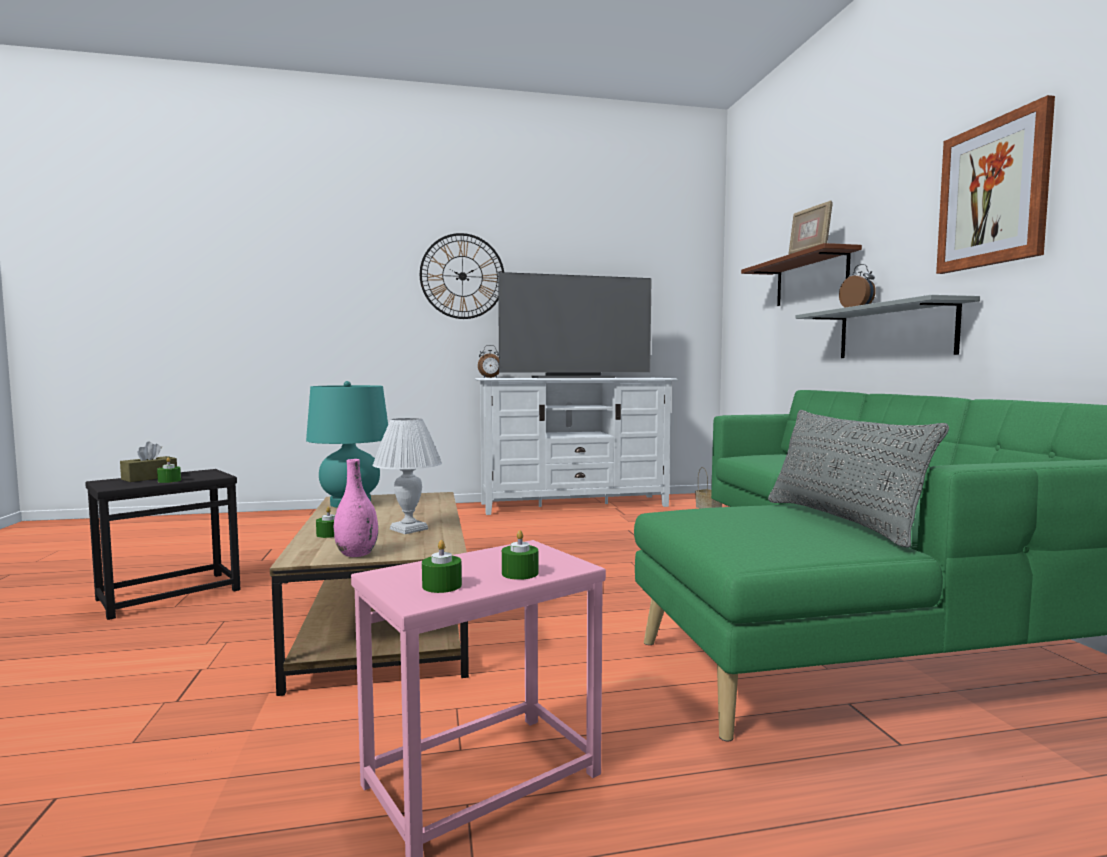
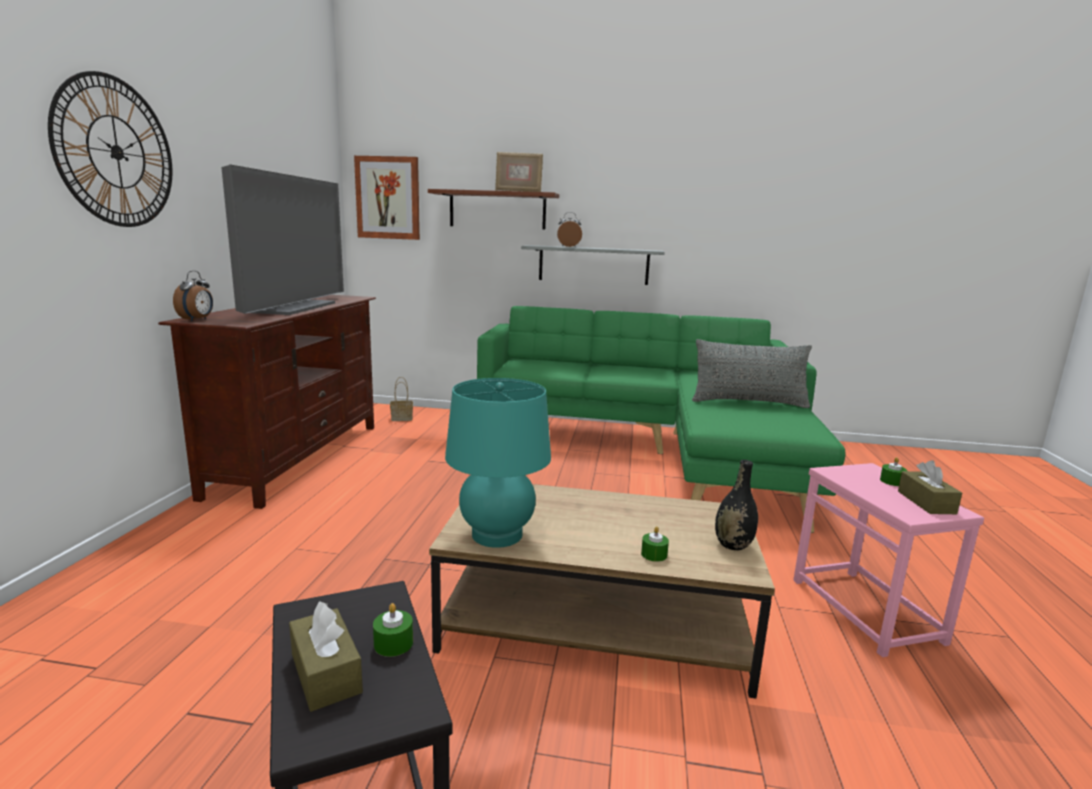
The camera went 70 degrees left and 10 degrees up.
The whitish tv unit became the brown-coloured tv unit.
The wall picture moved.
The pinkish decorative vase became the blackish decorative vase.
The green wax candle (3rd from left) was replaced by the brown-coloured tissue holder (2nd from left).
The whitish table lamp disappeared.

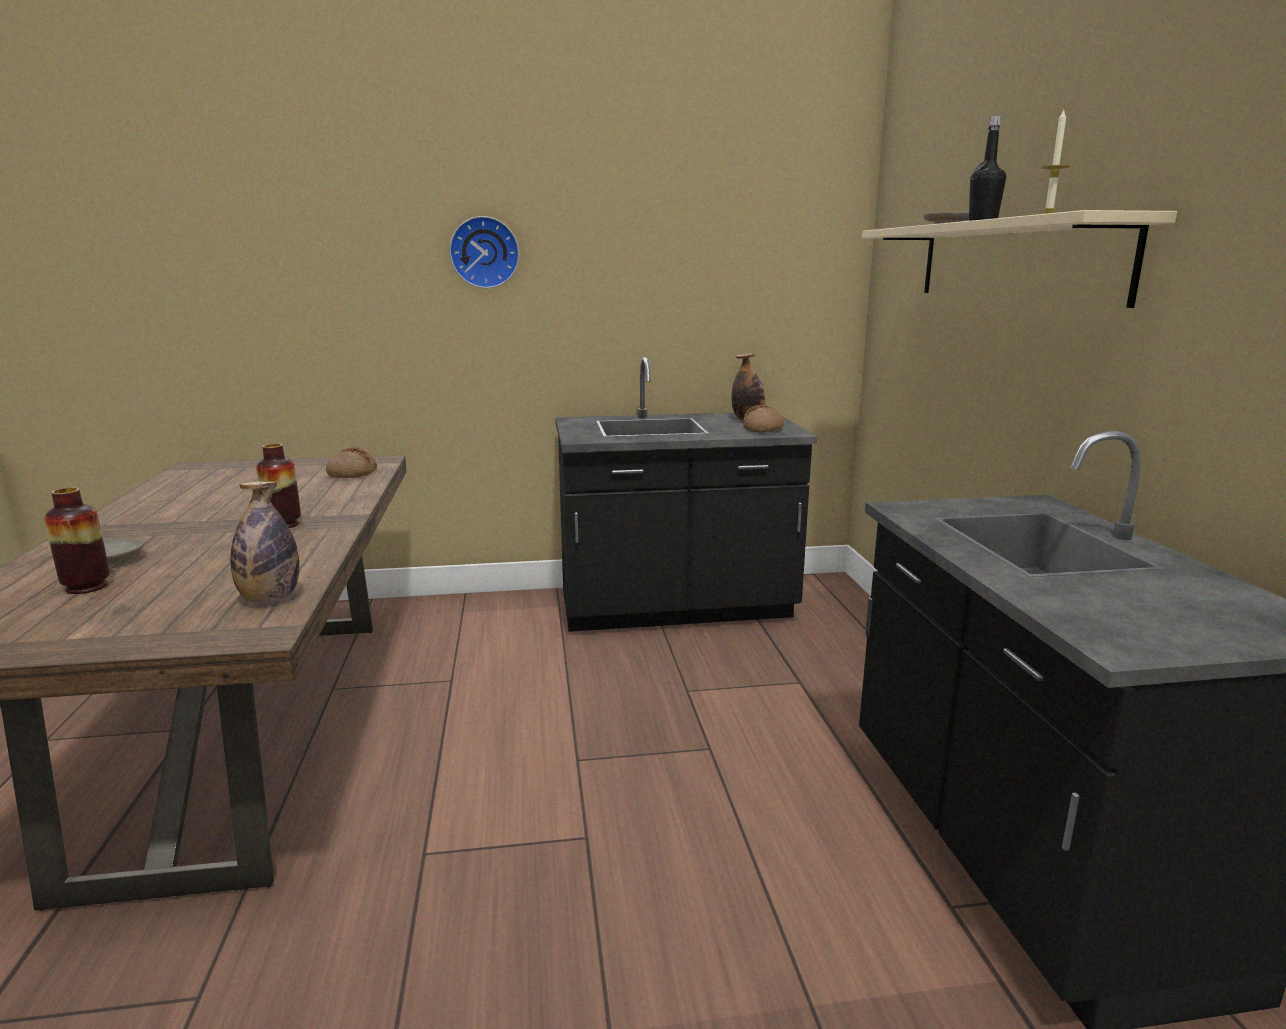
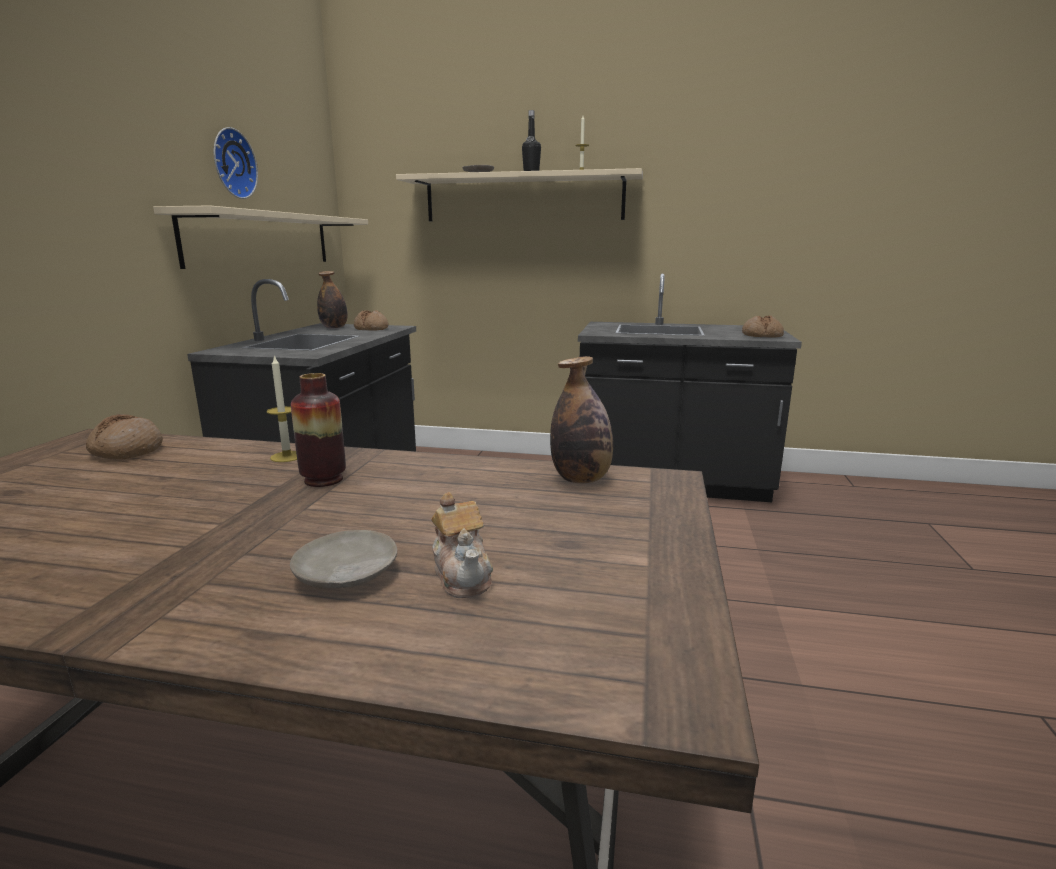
The camera went 70 degrees left and 0 degrees up.
The beige-coloured wall shelf (1st from left) appeared.
The hanging clock moved.
The wax candle (1st from left) appeared.
The decorative vase (1st from left) was replaced by the pot for tea.
The bakery bread (3rd from left) appeared.

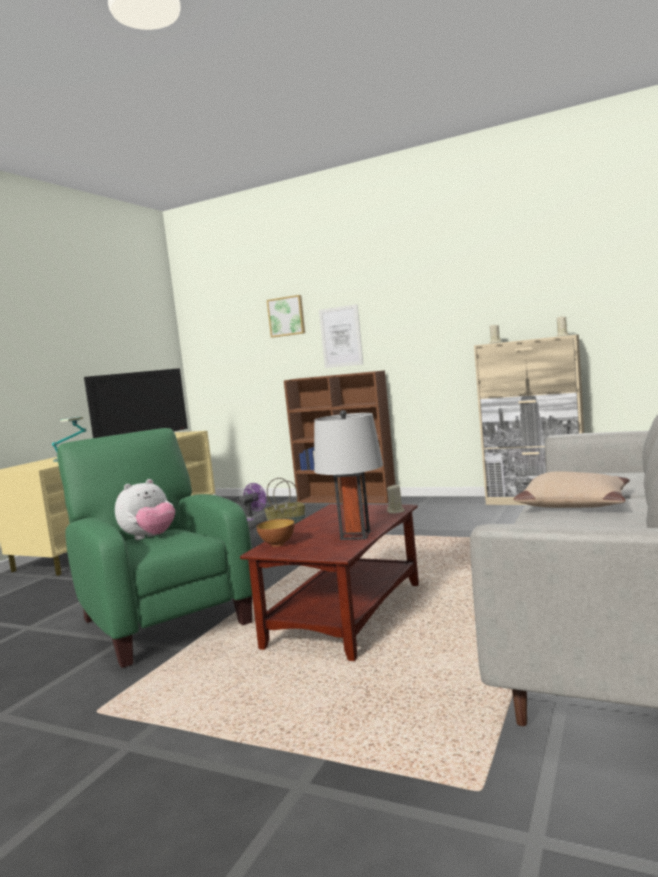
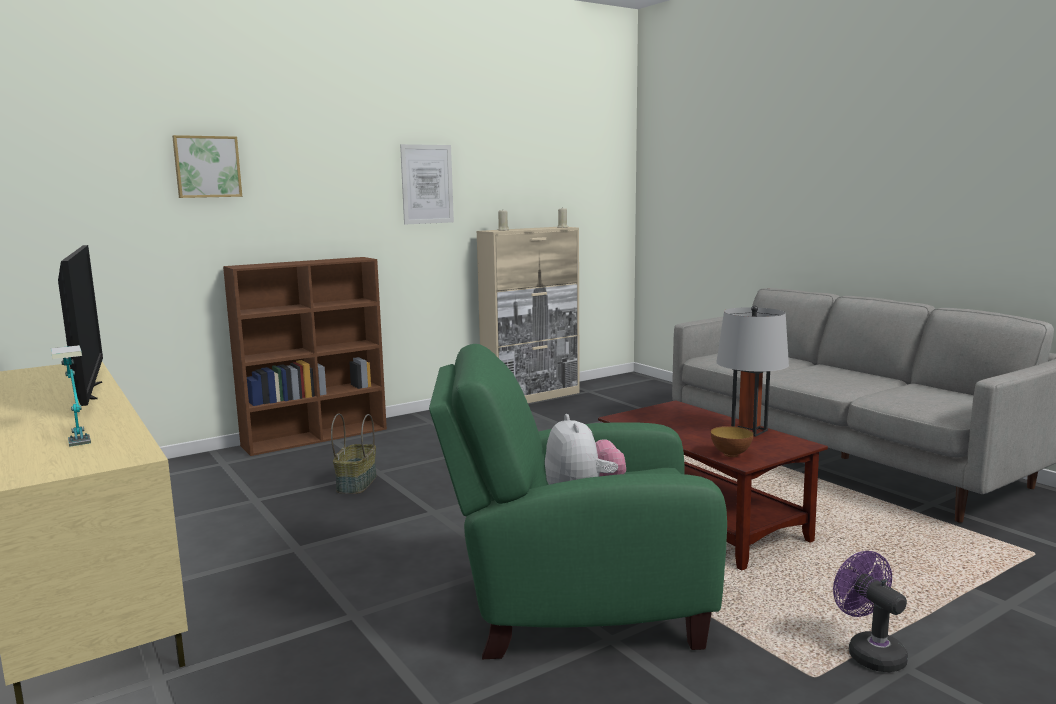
The camera went 60 degrees left and 5 degrees up.
The wall picture (2nd from left) moved.
The purple-coloured cooling fan moved.
The beige-coloured wax candle (1st from left) disappeared.
The beige-coloured pillow disappeared.

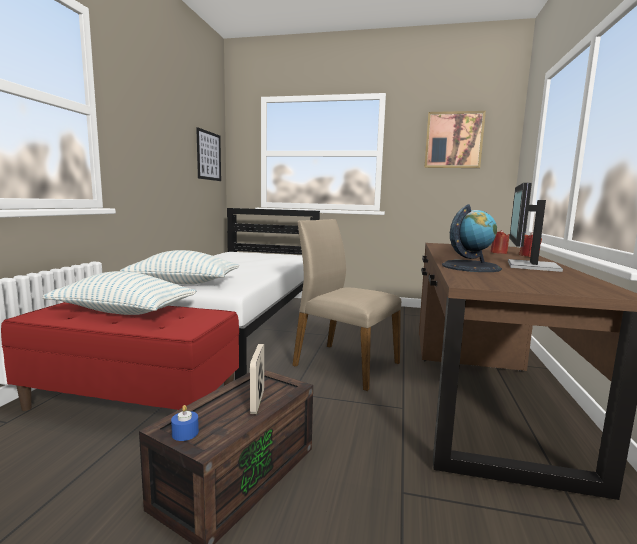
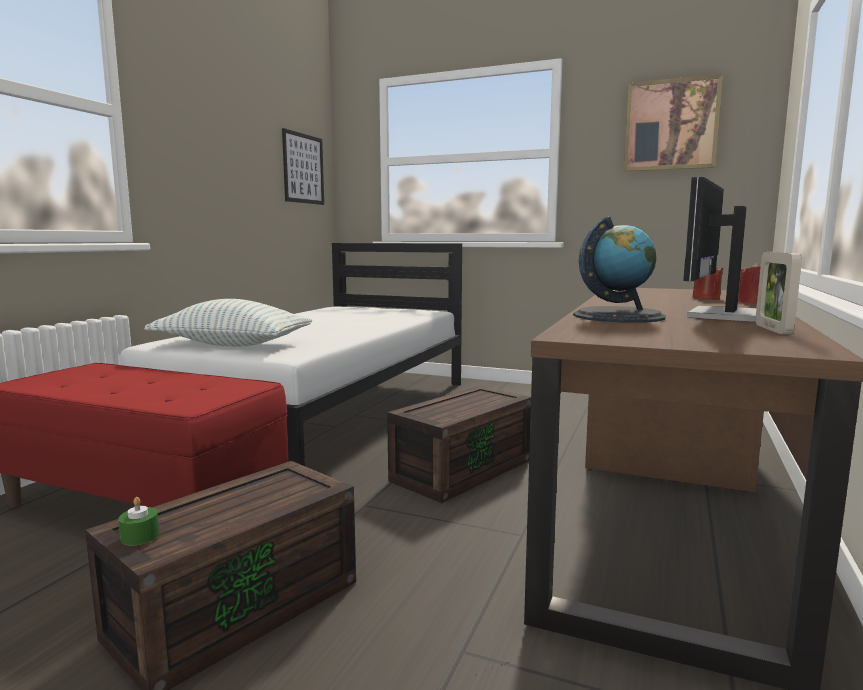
The camera went 10 degrees right and 0 degrees up.
The blue-coloured wax candle became the green wax candle.
The beige-coloured chair was replaced by the brown-coloured storage container (2nd from left).
The standing frame moved.
The pillow (1st from left) disappeared.

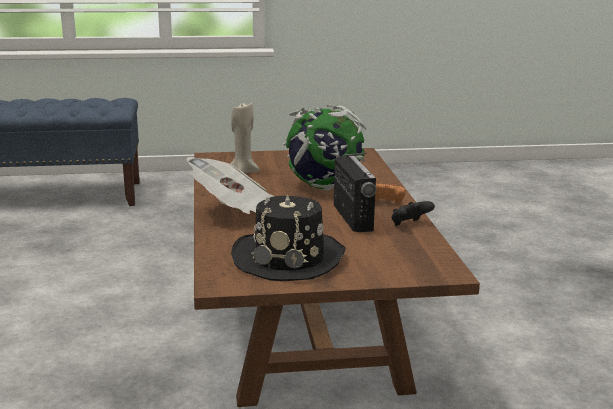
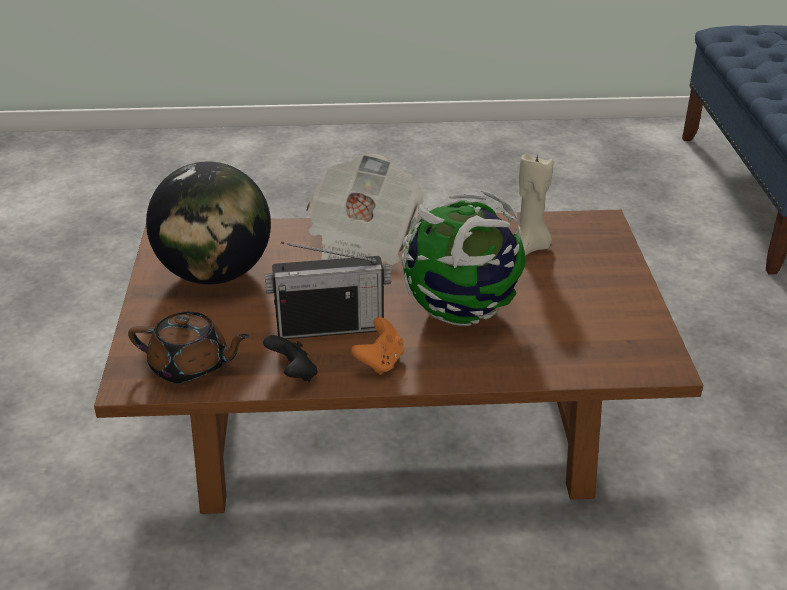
The camera went 95 degrees right and 15 degrees up.
The brown-coloured pot for tea appeared.
The blackish clothing hat was replaced by the globe (1st from left).

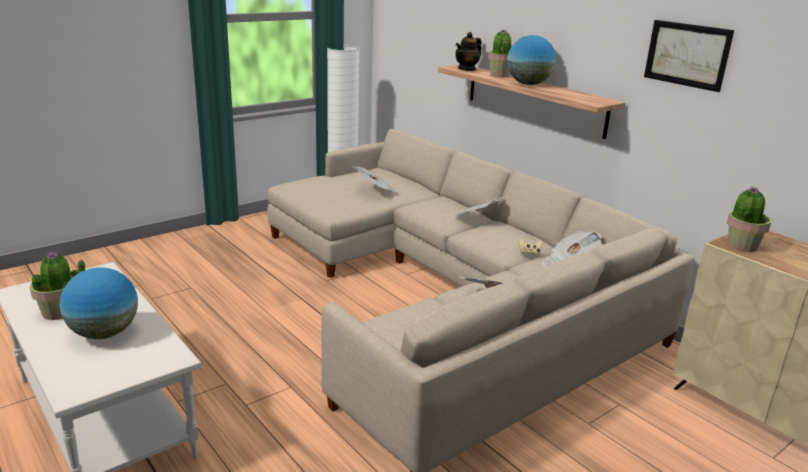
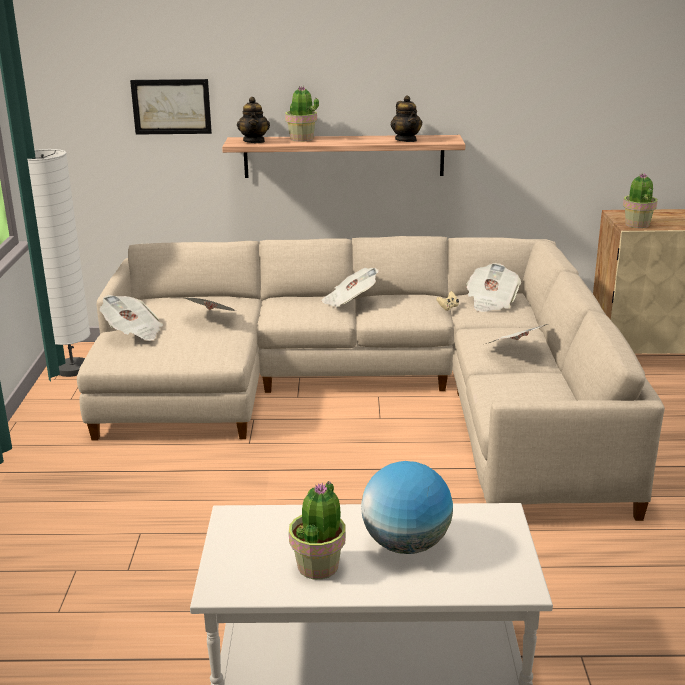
The camera went 50 degrees left and 0 degrees up.
The printed paper (1st from left) appeared.
The wall picture moved.
The pot for tea (2nd from left) appeared.
The globe (2nd from left) disappeared.

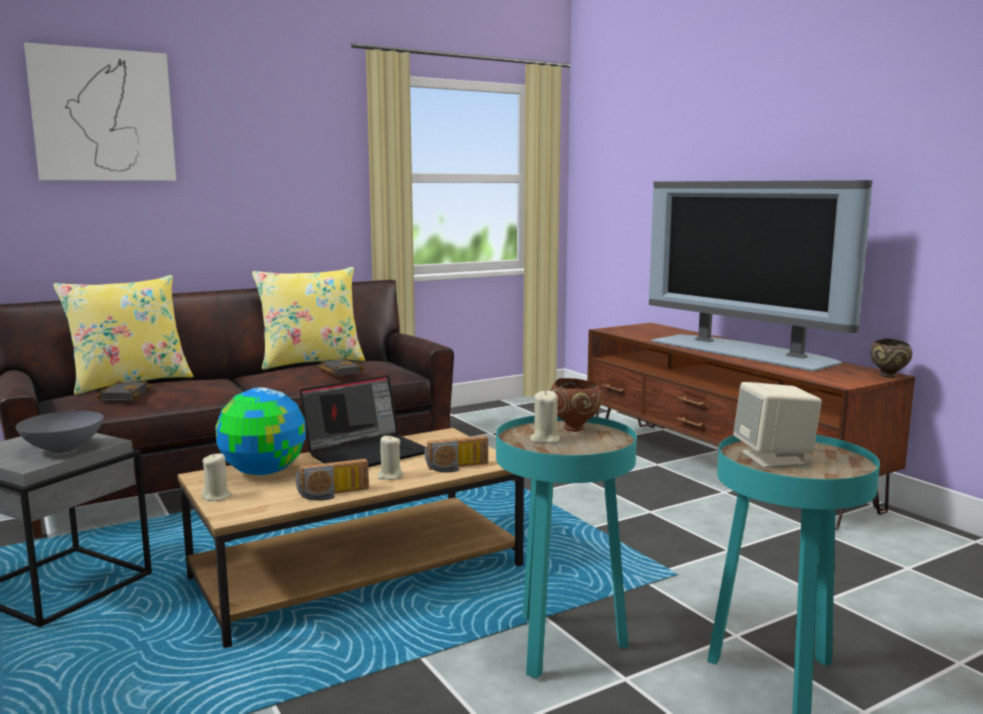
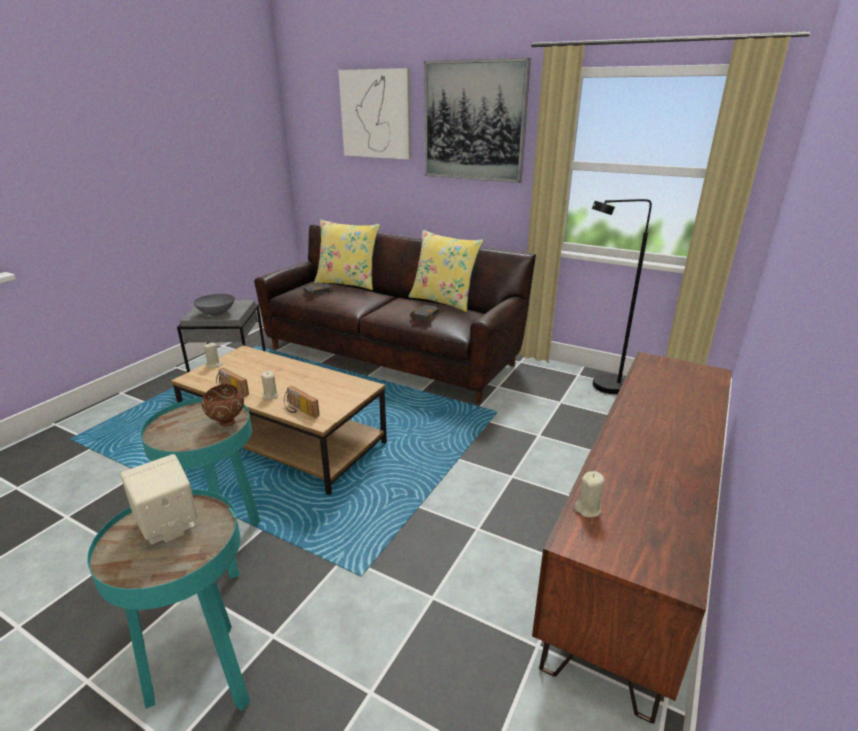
The camera went 60 degrees right and 15 degrees up.
The wall picture (2nd from left) appeared.
The beige-coloured wax candle (3rd from left) moved.
The blackish standard lamp appeared.
The globe disappeared.
The portable computer disappeared.
The TV set disappeared.
The brown-coloured deep dish (2nd from left) disappeared.

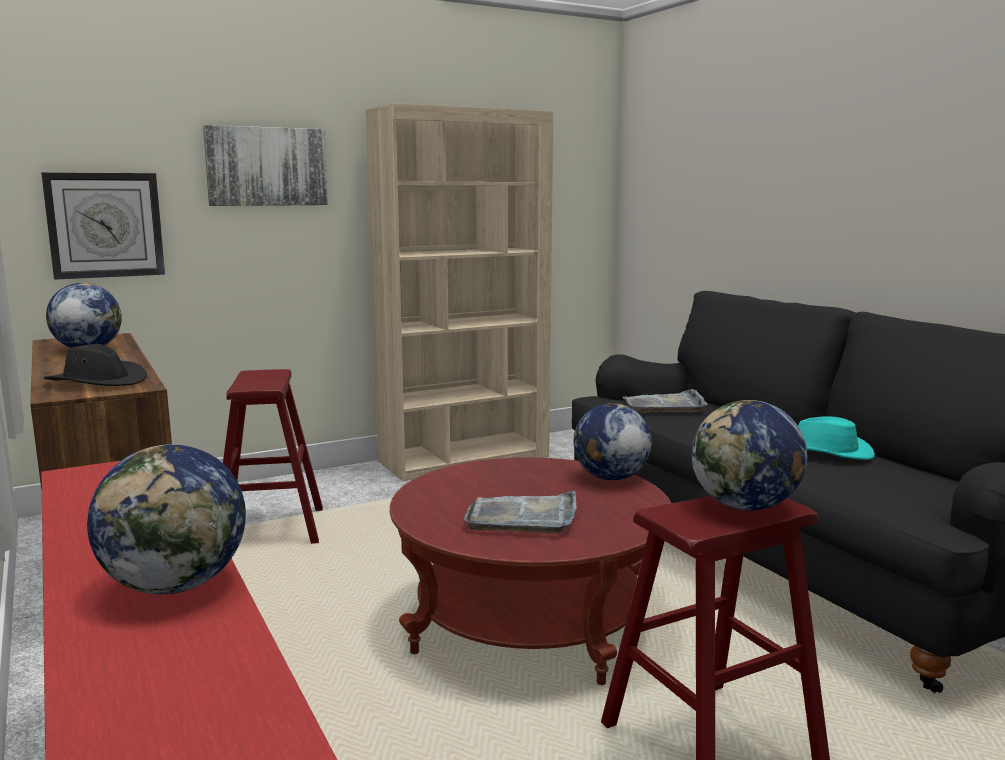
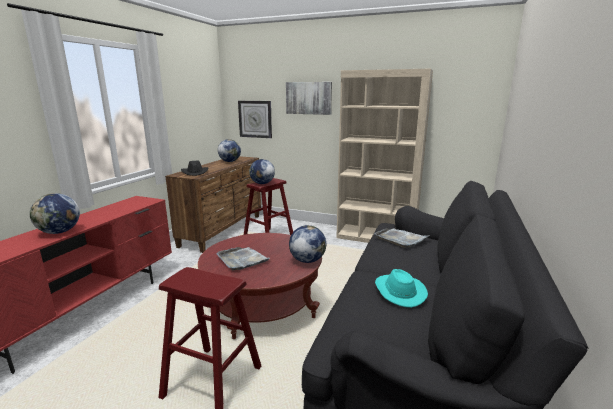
The camera went 50 degrees right and 5 degrees up.
The globe (4th from left in the first image) moved.

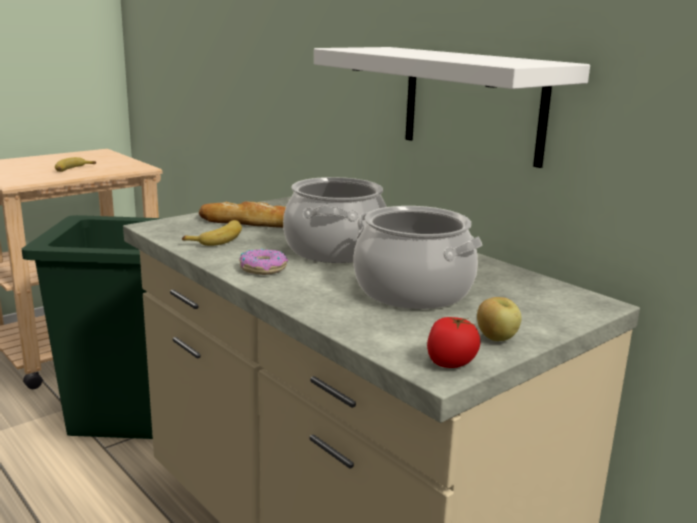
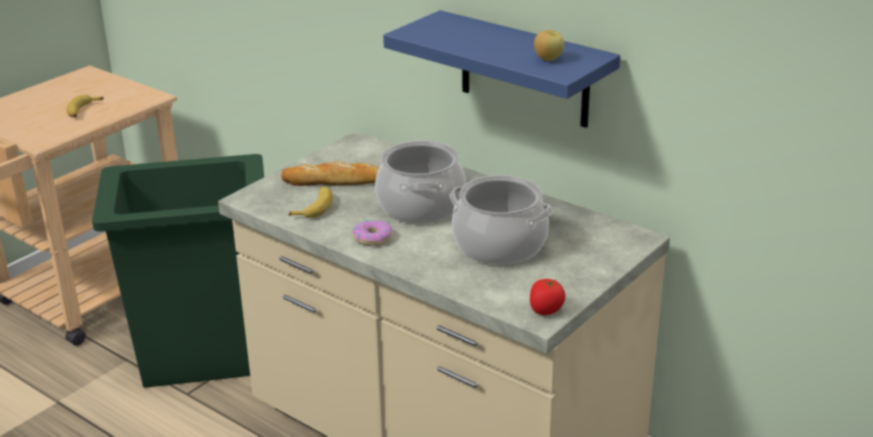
The camera went 10 degrees left and 10 degrees up.
The whitish wall shelf became the blue-coloured wall shelf.
The apple fruit moved.

